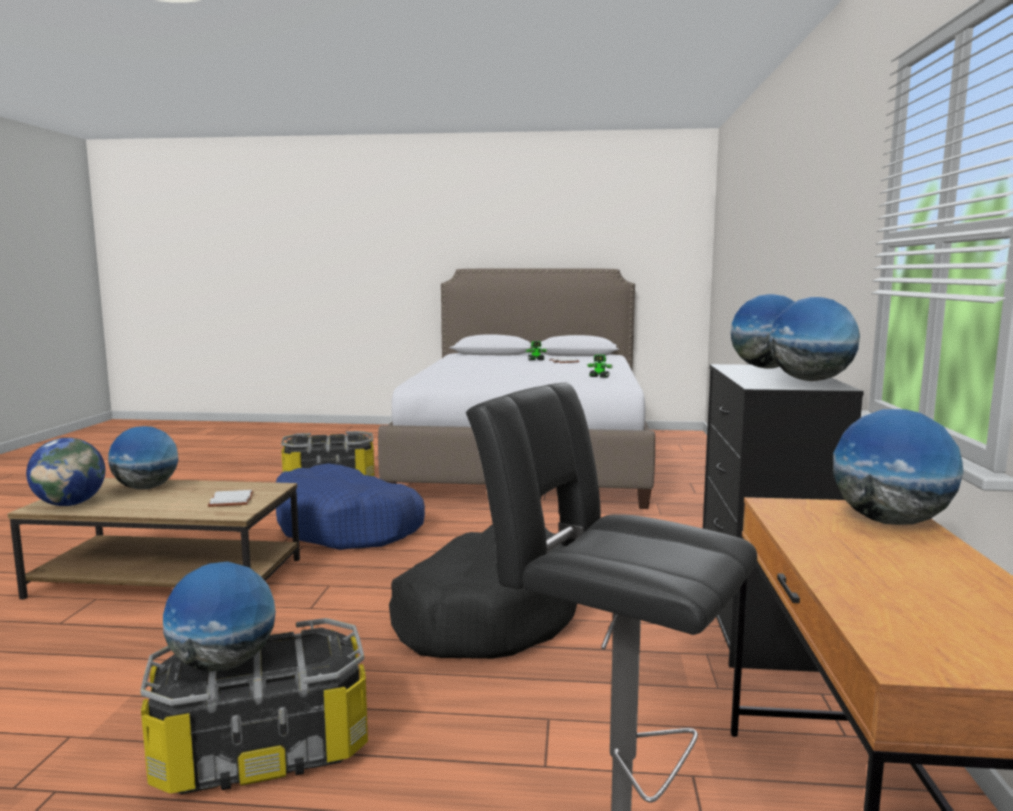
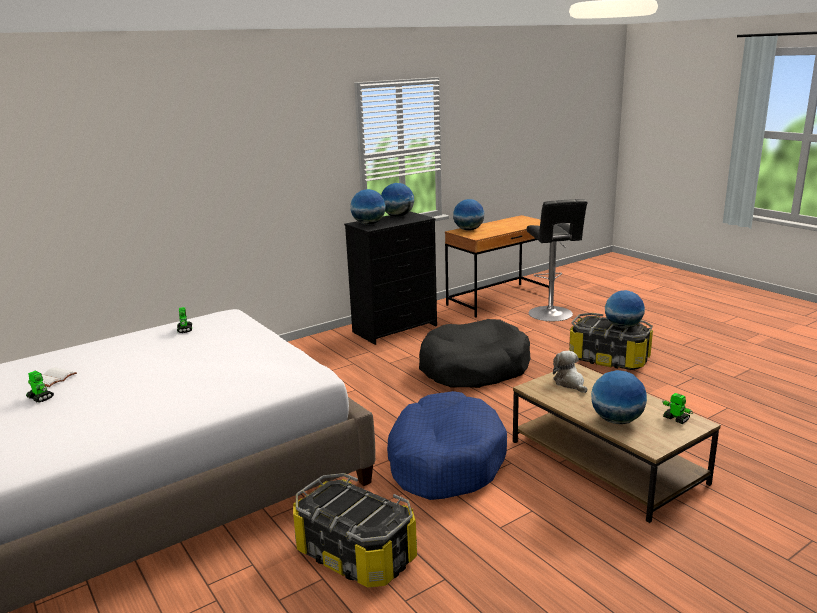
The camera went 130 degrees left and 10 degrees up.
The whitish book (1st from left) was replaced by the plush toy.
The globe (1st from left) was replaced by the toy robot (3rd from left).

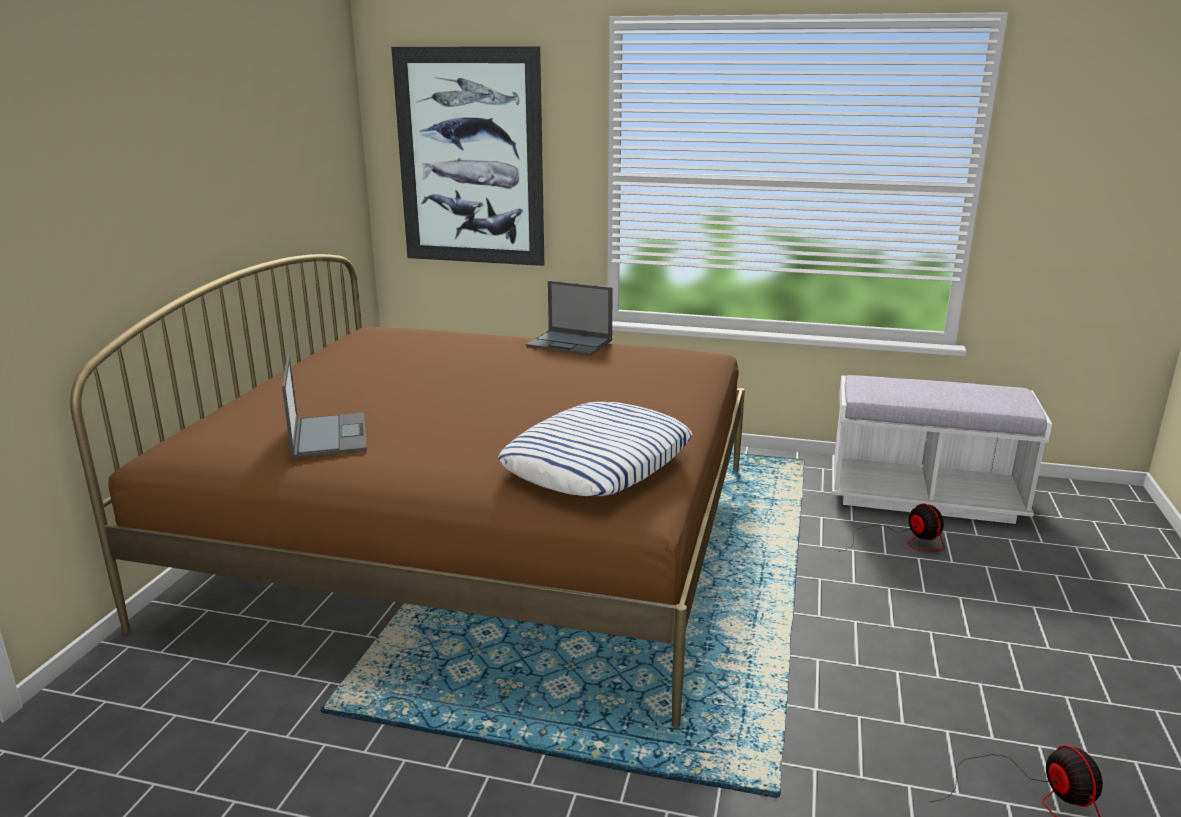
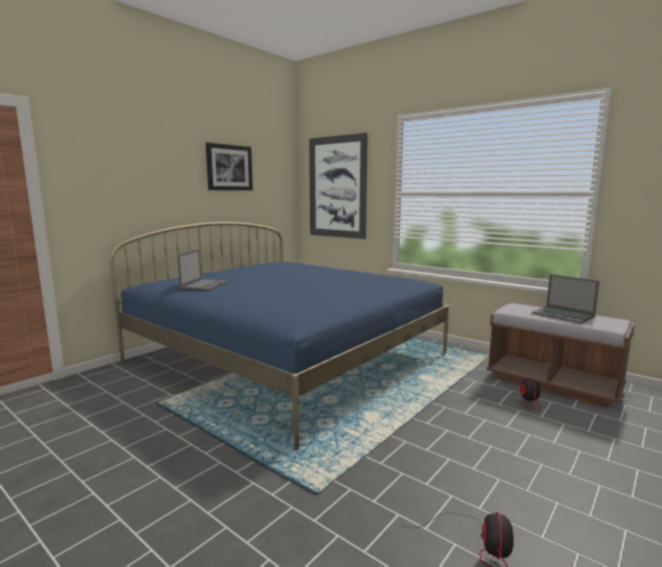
The camera went 25 degrees right and 10 degrees down.
The brown-coloured sleeping bed became the blue-coloured sleeping bed.
The wall picture (1st from left) appeared.
The whitish long seat became the brown-coloured long seat.
The portable computer (2nd from left) moved.
The pillow disappeared.

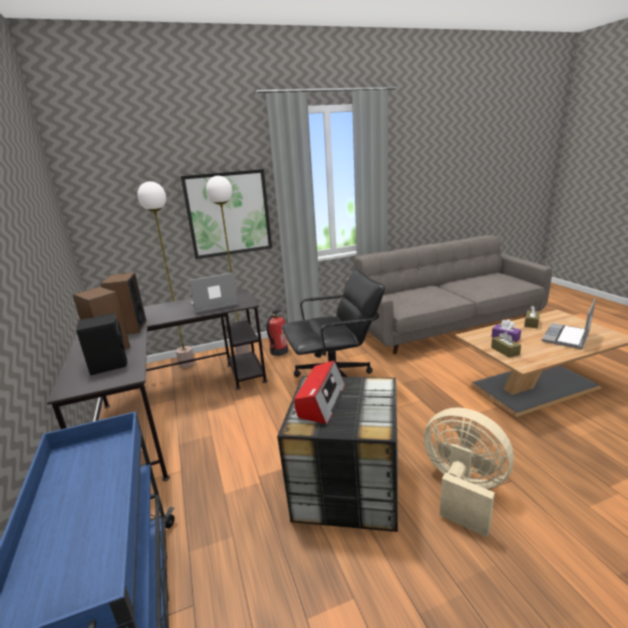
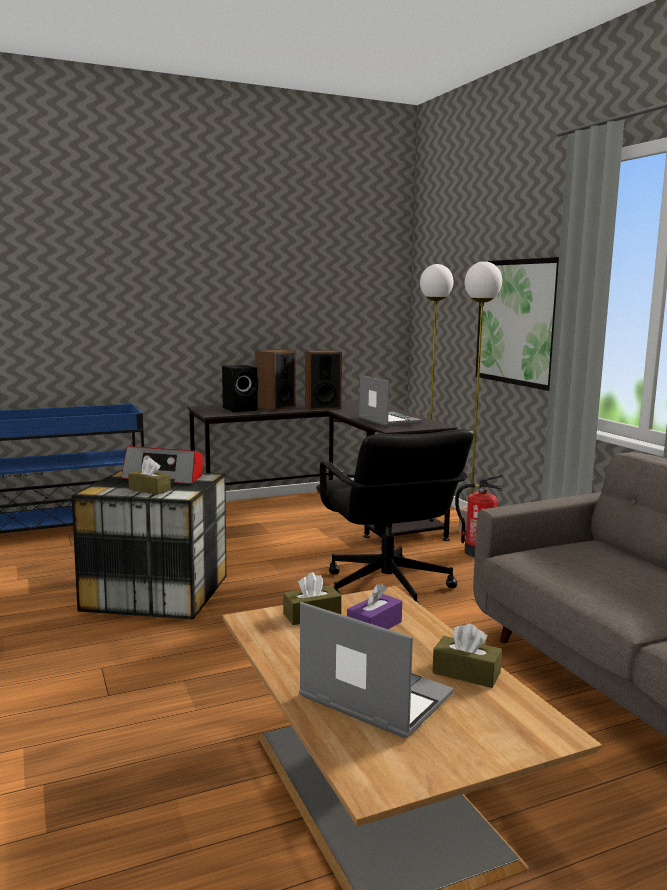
The camera went 85 degrees right and 10 degrees down.
The brown-coloured tissue holder (1st from left) appeared.
The beige-coloured cooling fan disappeared.

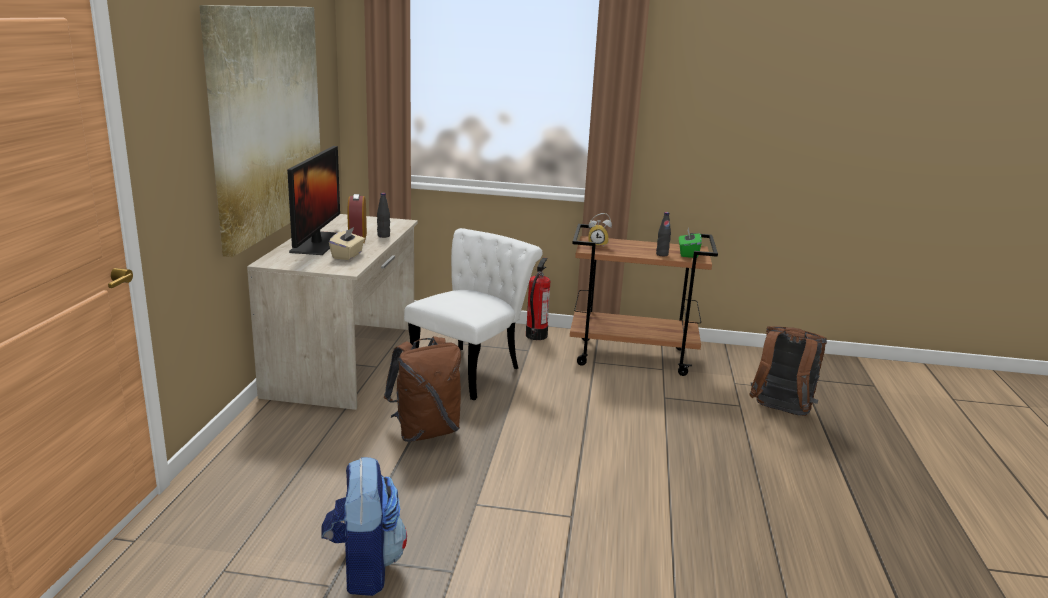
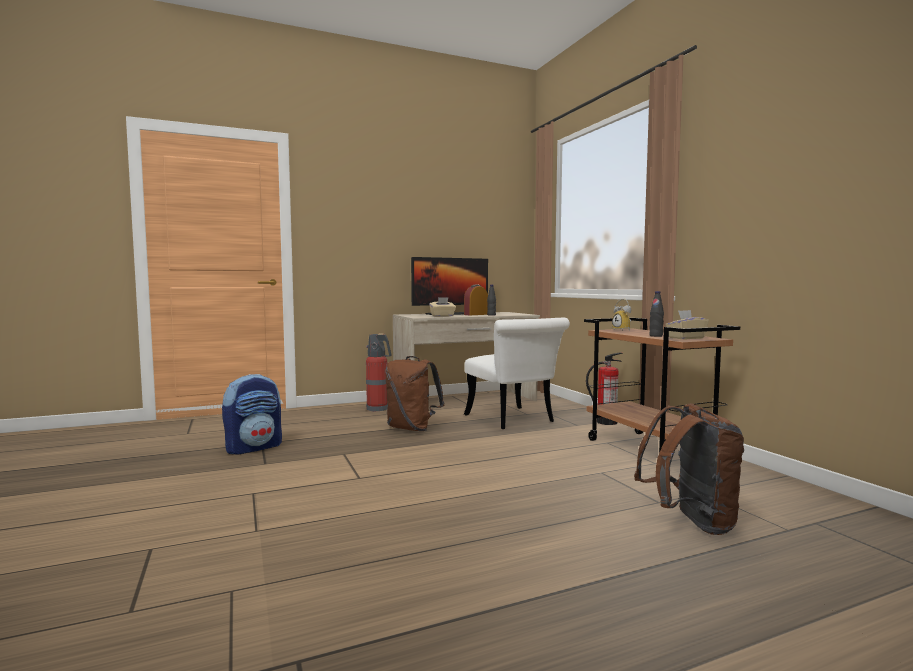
The camera went 60 degrees right and 15 degrees down.
The extinguisher (1st from left) appeared.
The whitish chair turned 60 degrees clockwise.
The green tissue holder became the beige-coloured tissue holder (2nd from left).
The wall picture disappeared.

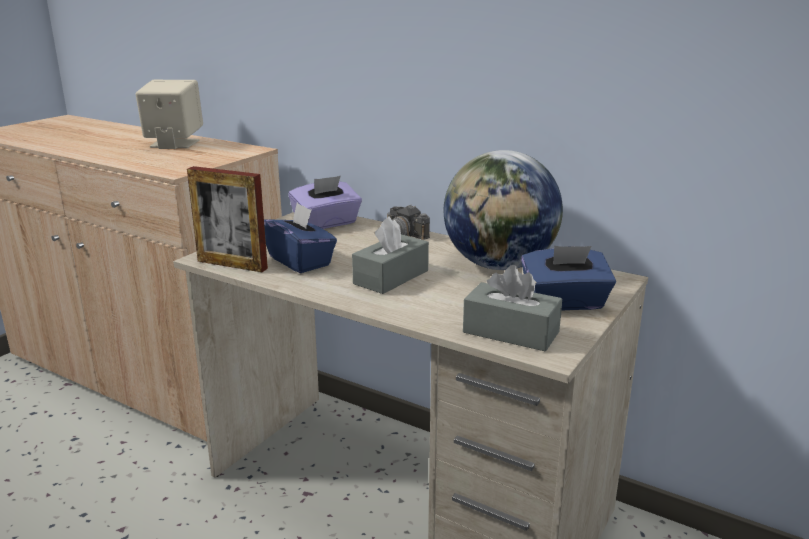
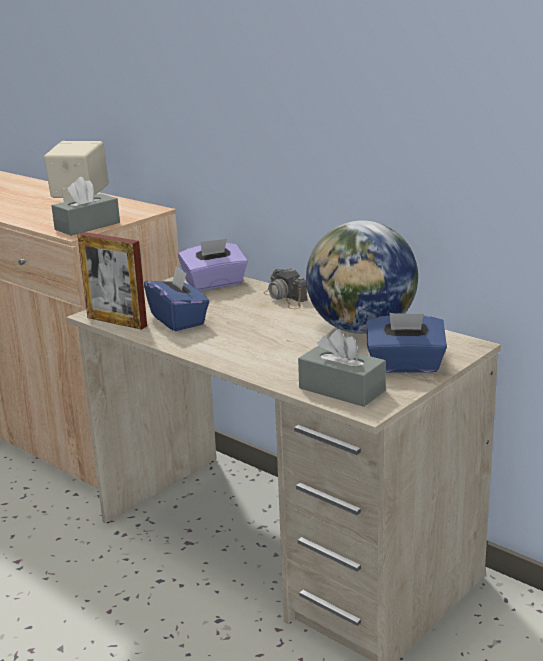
The camera went 10 degrees right and 0 degrees up.
The grey tissue holder (1st from left) moved.

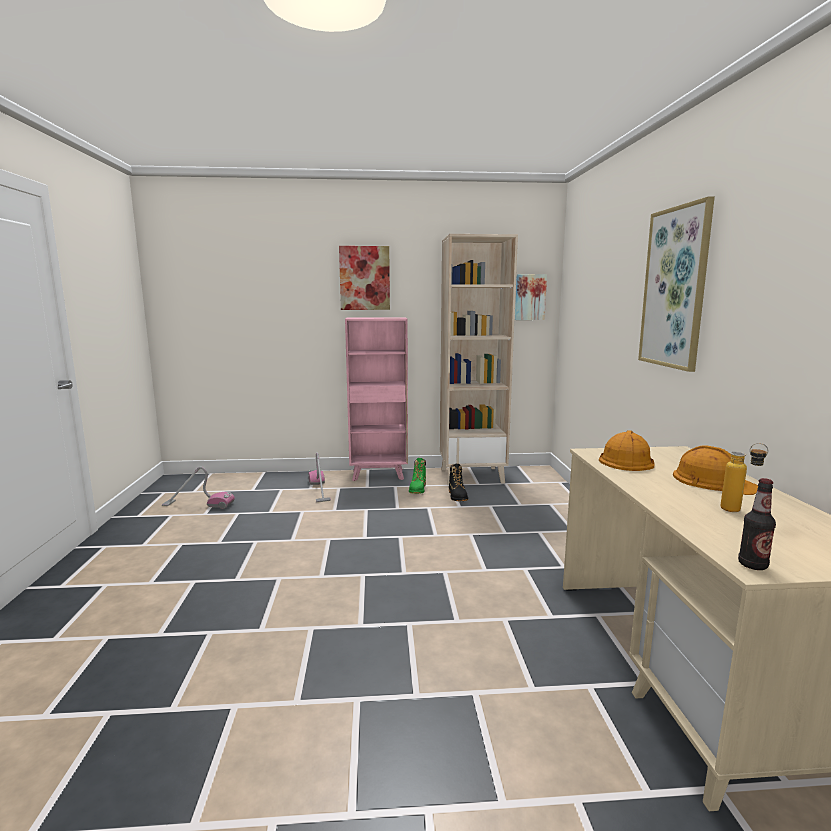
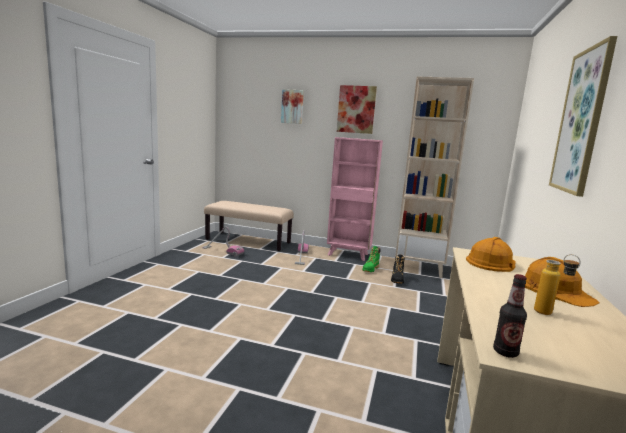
The camera went 20 degrees right and 0 degrees up.
The beige-coloured long seat appeared.
The wall picture (2nd from left in the first image) moved.

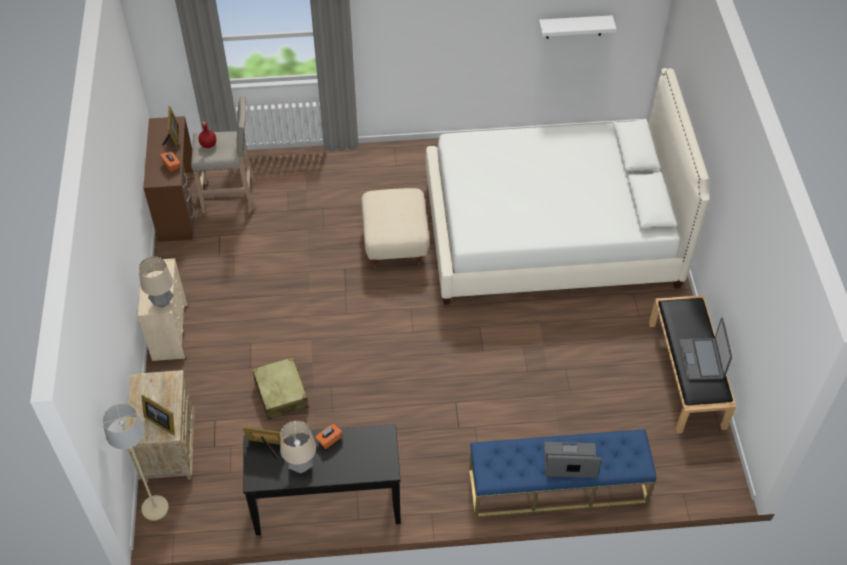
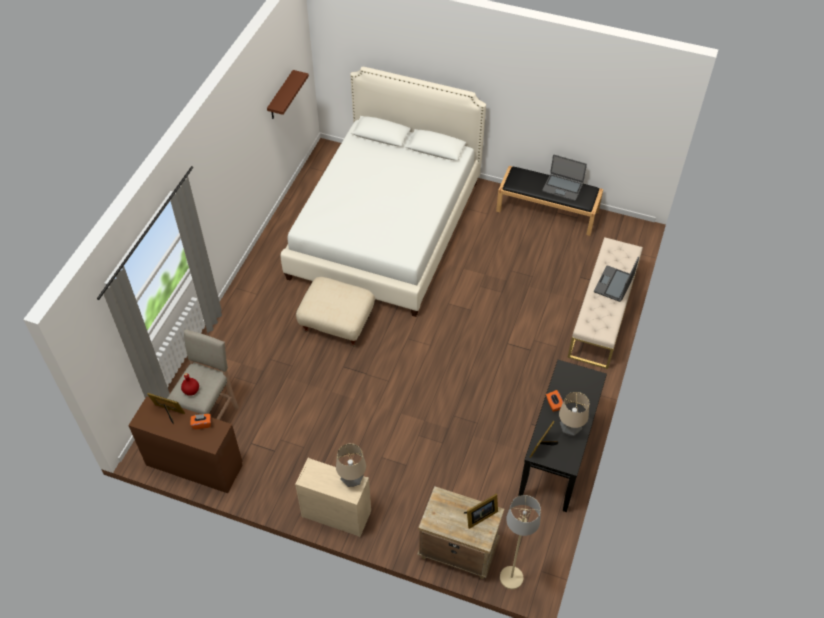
The camera went 65 degrees left and 0 degrees up.
The whitish wall shelf became the brown-coloured wall shelf.
The blue-coloured long seat became the beige-coloured long seat.
The beige-coloured piece of luggage disappeared.

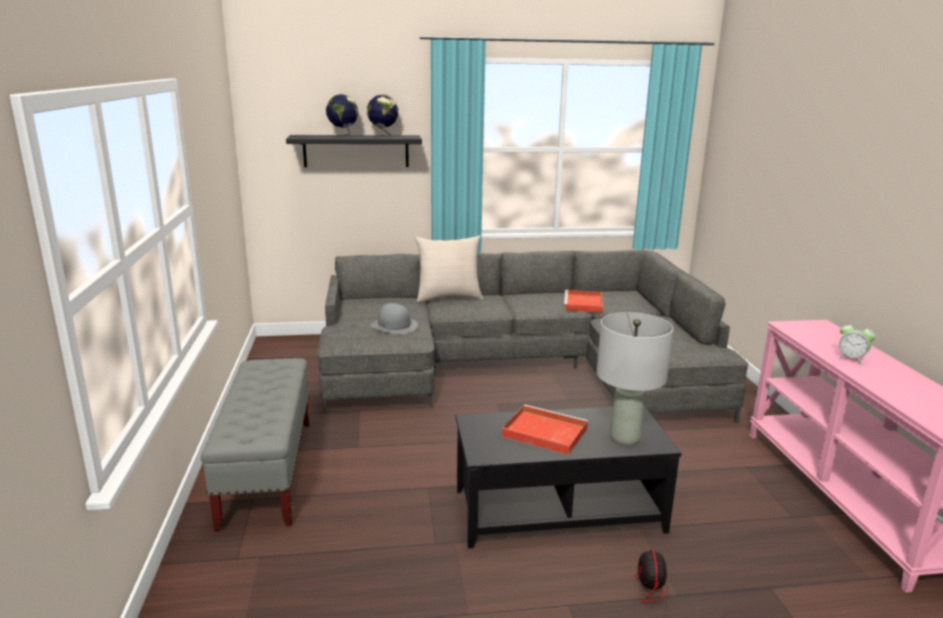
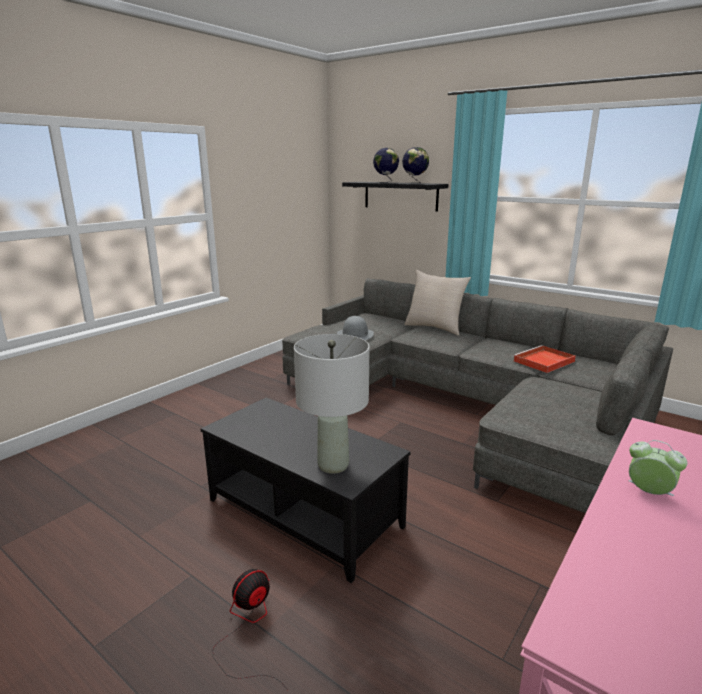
The camera went 45 degrees right and 0 degrees up.
The alarm clock turned 135 degrees clockwise.
The grey long seat disappeared.
The red serving tray (1st from left) disappeared.

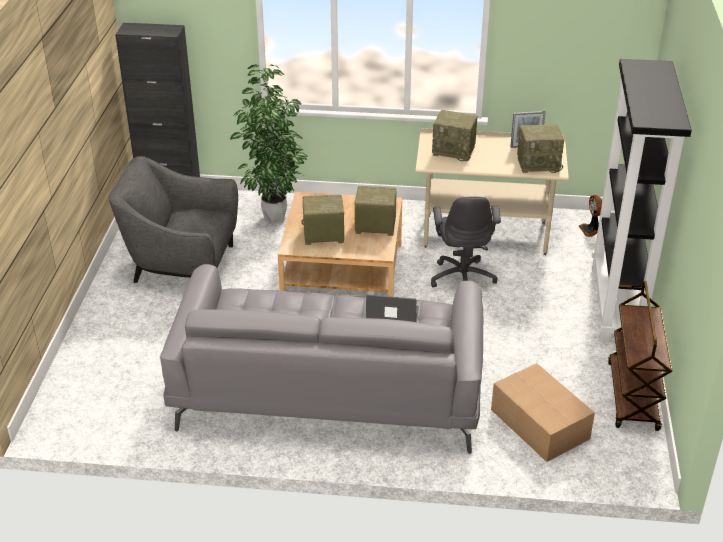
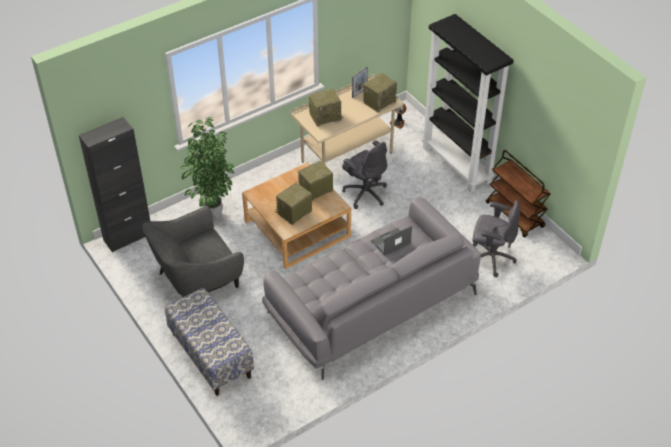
The camera went 40 degrees left and 10 degrees up.
The long seat appeared.
The packing box was replaced by the grey computer chair (2nd from left).

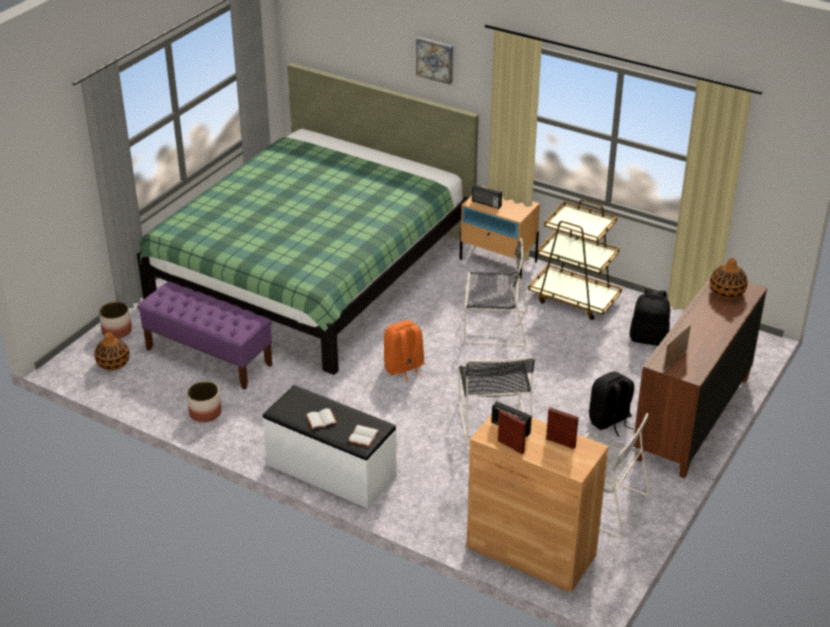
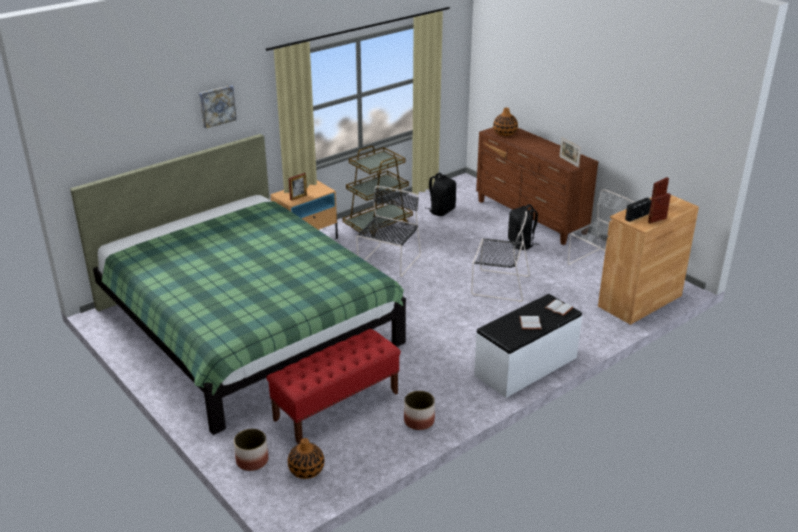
The camera went 70 degrees left and 5 degrees down.
The purple-coloured long seat became the red long seat.
The radio set (1st from left) was replaced by the standing frame (1st from left).
The orange backpack disappeared.

